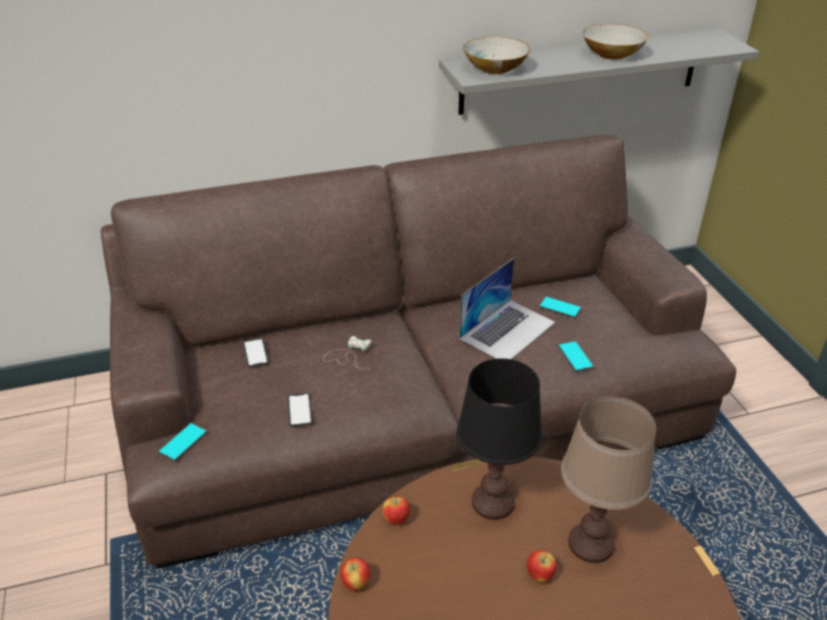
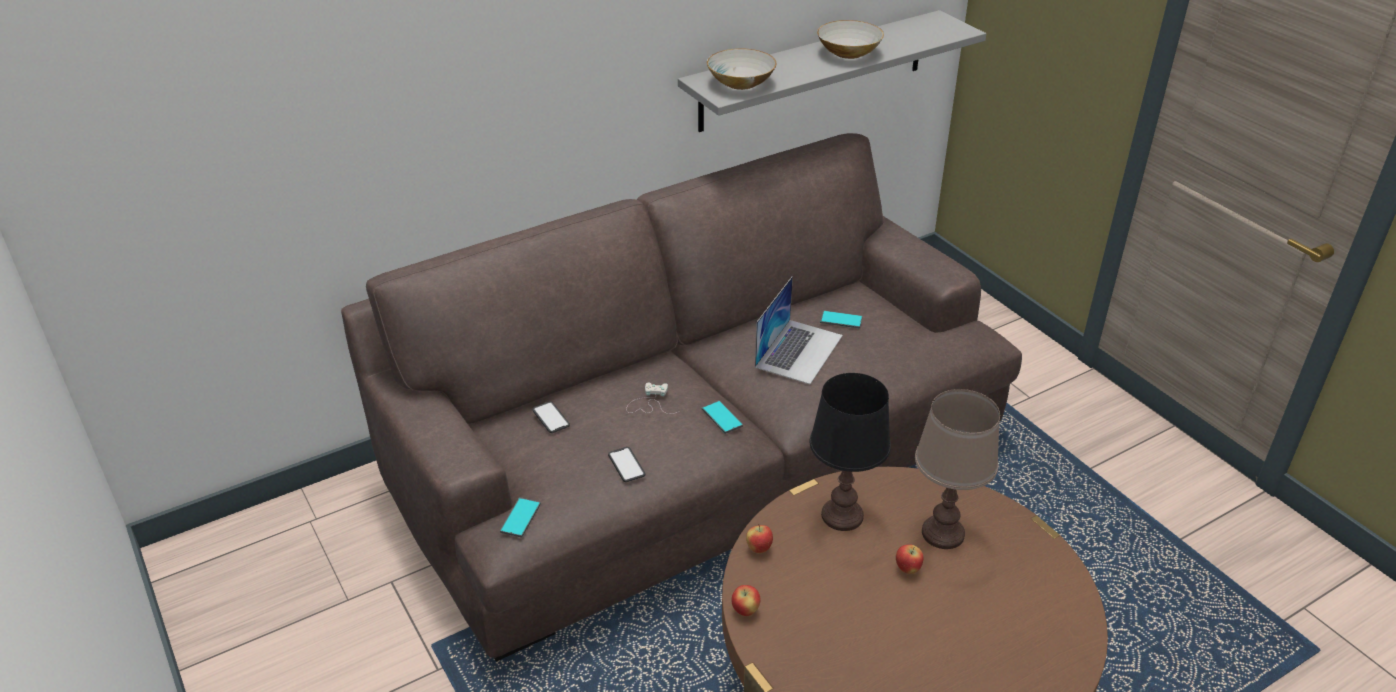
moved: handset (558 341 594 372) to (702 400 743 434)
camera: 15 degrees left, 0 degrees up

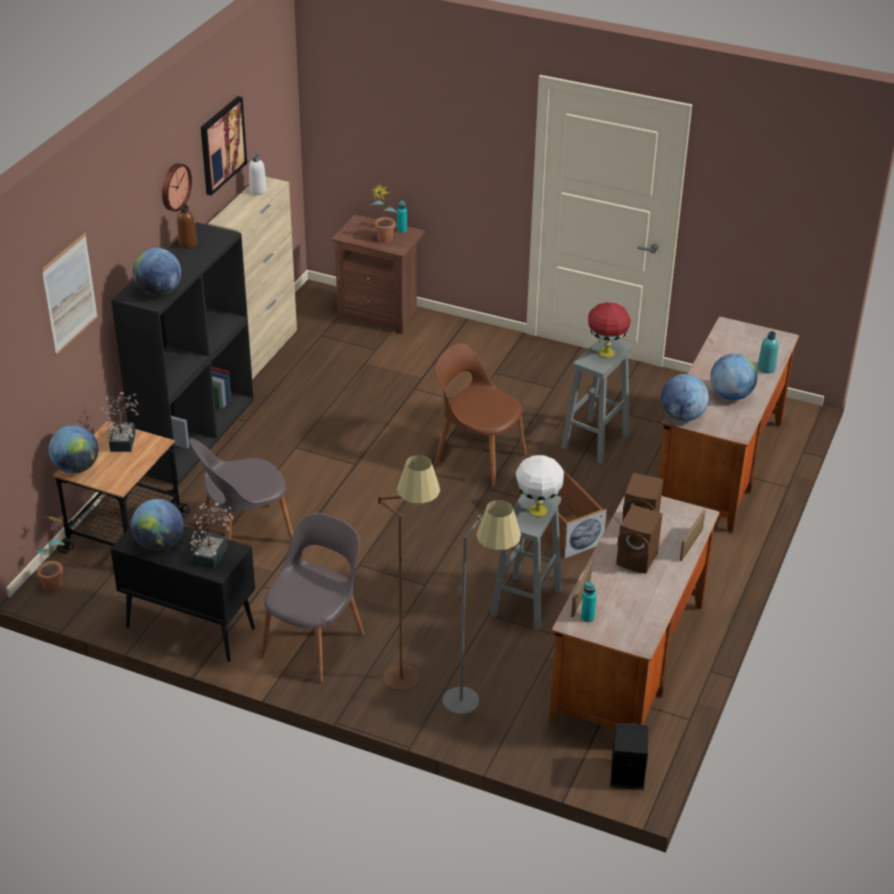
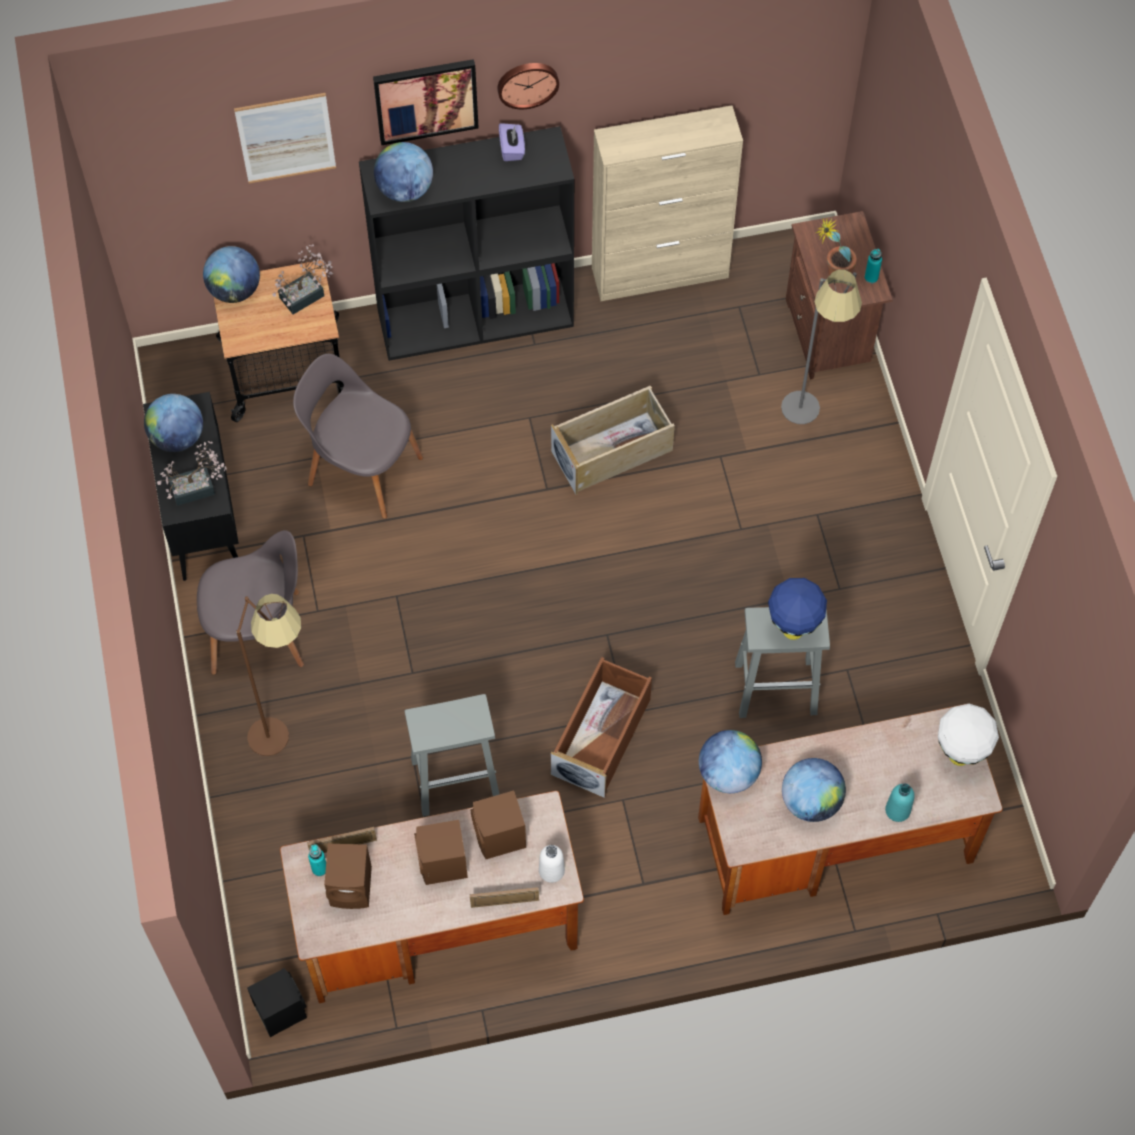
removed: houseplant (35 516 65 592); plain chair in brownish (435 343 527 487)
added: loudspeaker in brownish (324 844 372 909); storage bin in beige (551 385 675 495)
moved: wall picture (201 96 247 196) to (373 59 479 145); drink bottle in white-coloured (249 154 267 195) to (539 845 565 883); standard lamp in greyish (443 500 521 714) to (781 270 862 424); table lamp in white-coloured (515 455 564 517) to (938 704 999 766)
replaced: drink bottle in brownish (177 205 197 248) to box of tissues in purple-coloured (499 123 525 161)
recoloured: table lamp in reddish (588 302 631 358) to table lamp in bluish (768 578 827 640)
camera: 55 degrees right, 25 degrees up

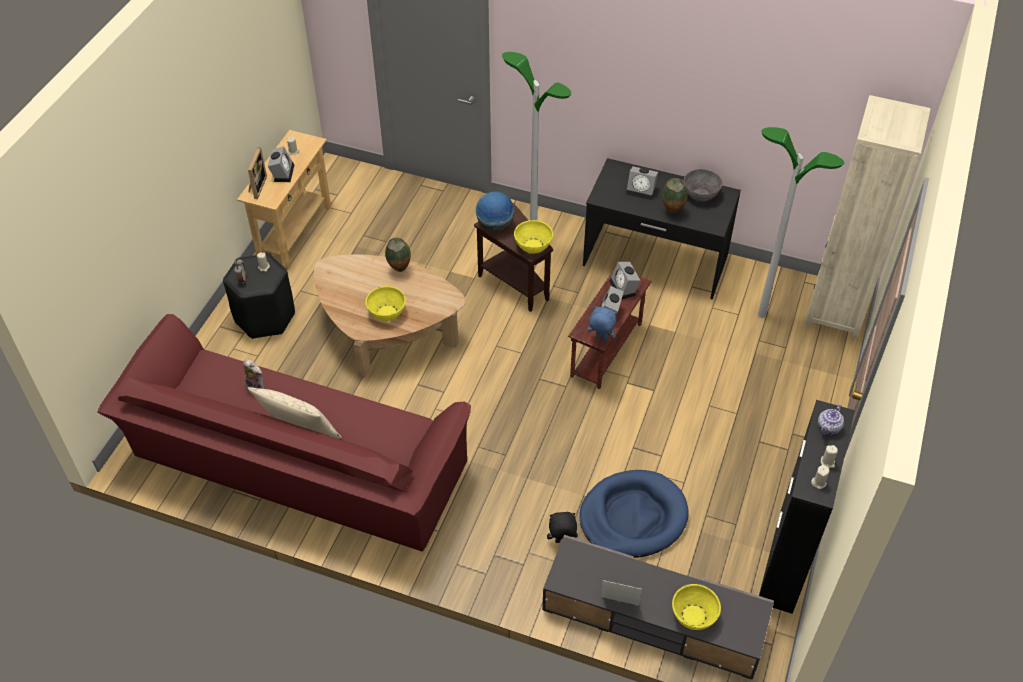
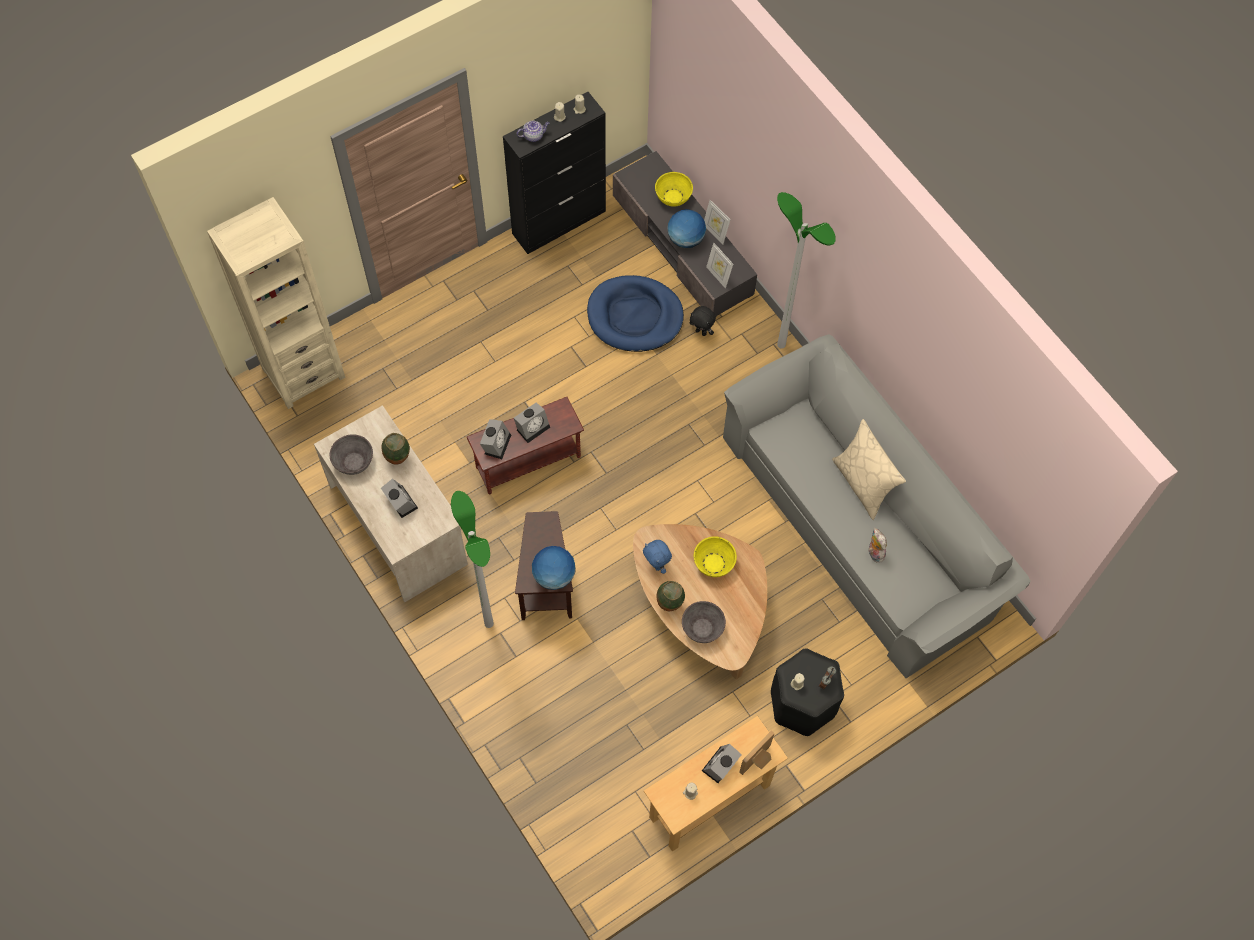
removed: bowl in yellow-coloured (514 220 553 254)
added: world globe (667 209 706 248); bowl in greyish (682 601 726 643); standing frame (706 243 733 289)
moved: plush toy in bluish (588 306 617 341) to (643 540 672 574); standard lamp (758 127 844 318) to (777 192 836 348)
recoloured: couch in reddish (97 314 471 552) to couch in greyish (723 334 1031 678); desk table in blackish (583 158 741 299) to desk table in beige (314 405 468 603)
camera: 145 degrees left, 15 degrees up

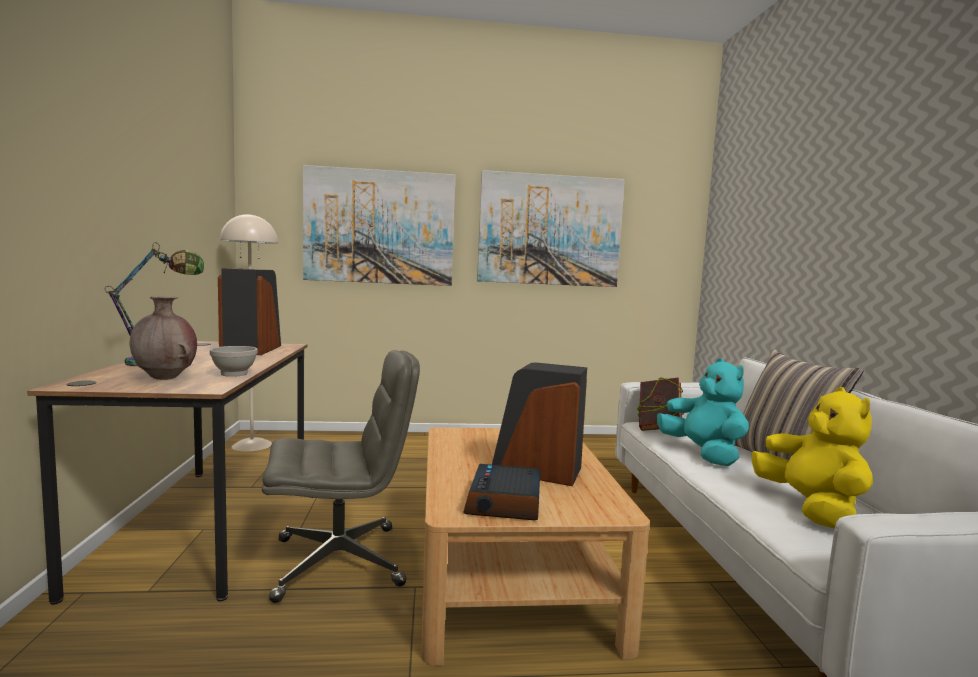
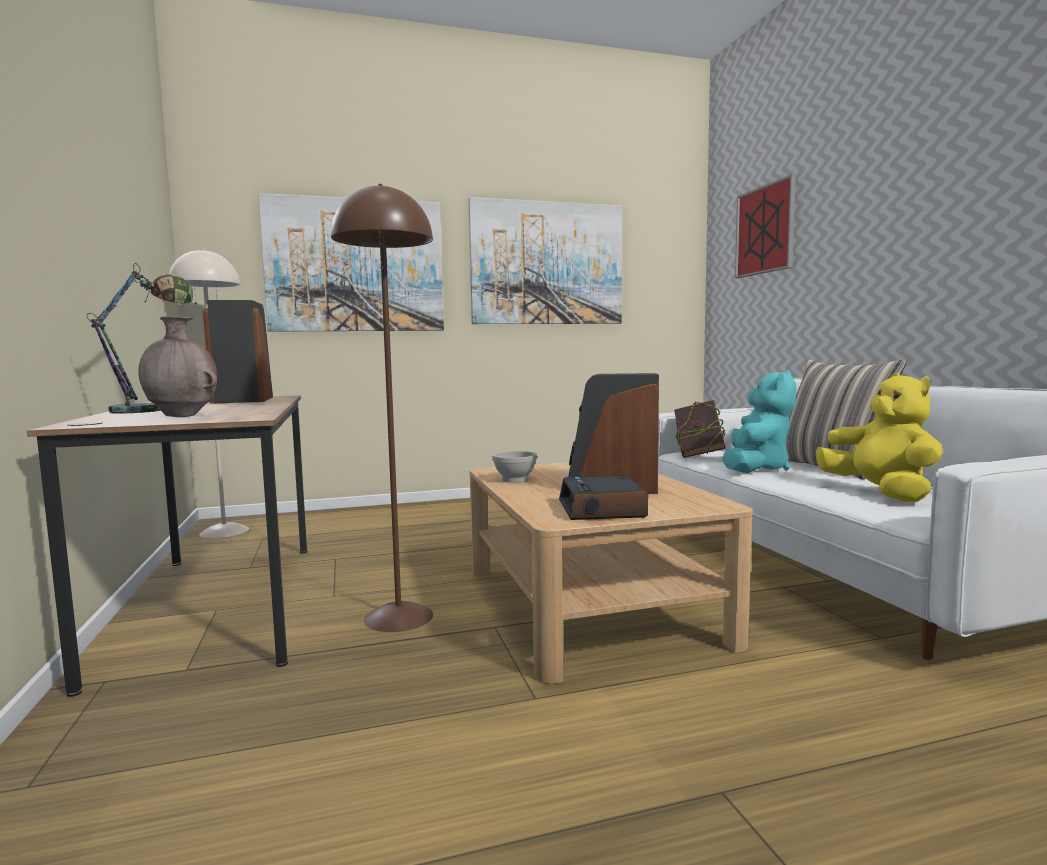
added: wall picture (735 174 796 278)
moved: bowl in white-coloured (210 346 258 377) to (492 451 537 483)
replaced: office chair in greyish (262 350 420 603) to standard lamp in brownish (331 184 433 632)
turned: plush toy in turquoise (657 358 749 466) = (722 370 796 473) 60 degrees clockwise
camera: 10 degrees left, 0 degrees up

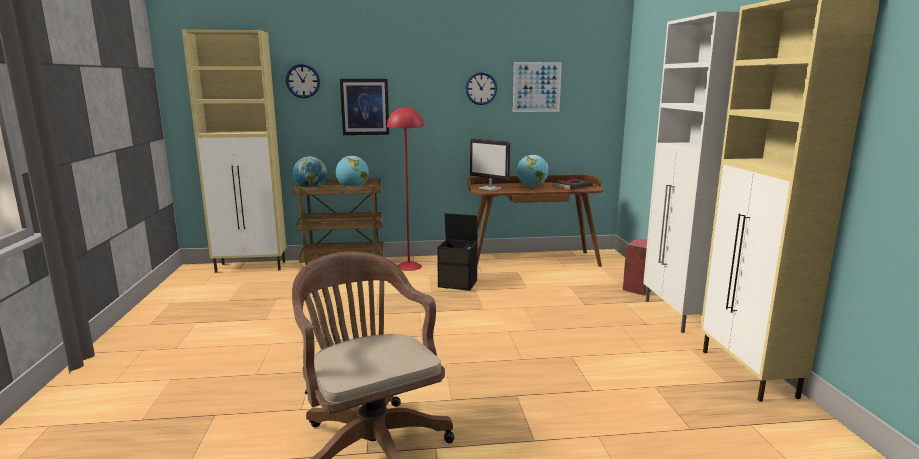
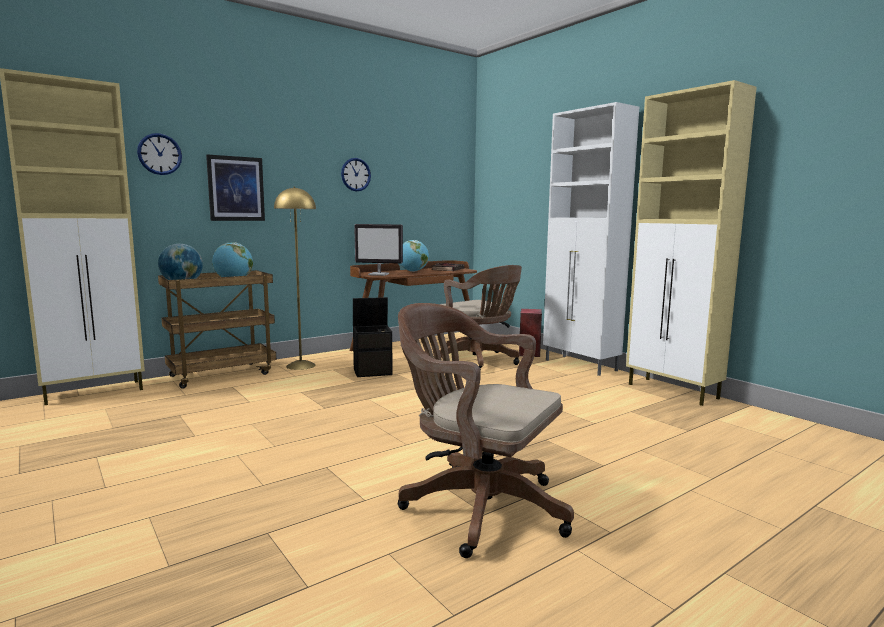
removed: wall picture (513 62 562 112)
added: office chair in brownish (440 265 522 371)
recoloured: standard lamp in reddish (387 106 424 271) to standard lamp in yellow-coloured (274 187 316 370)
camera: 30 degrees left, 5 degrees down

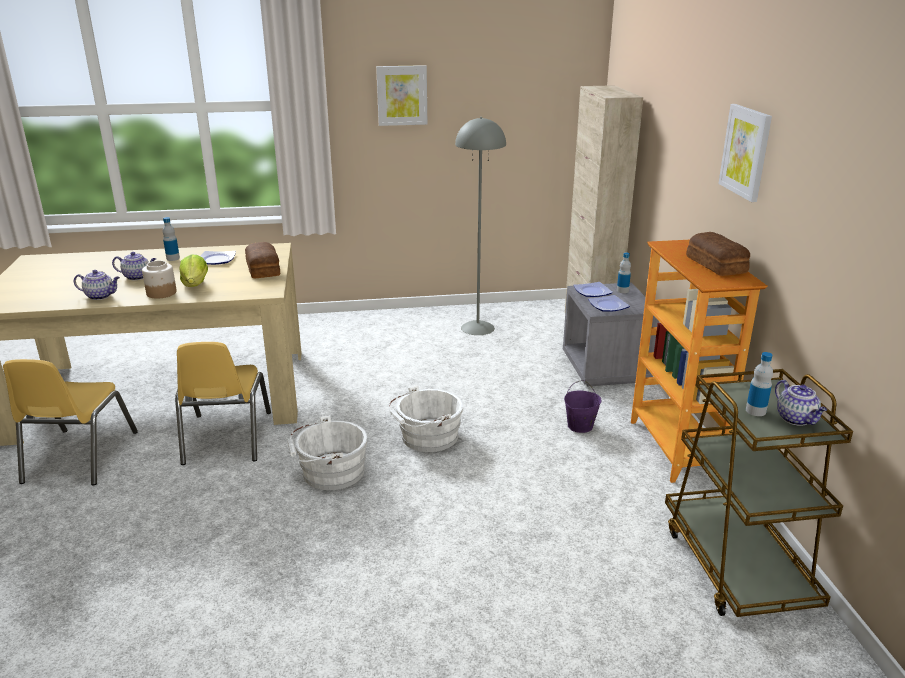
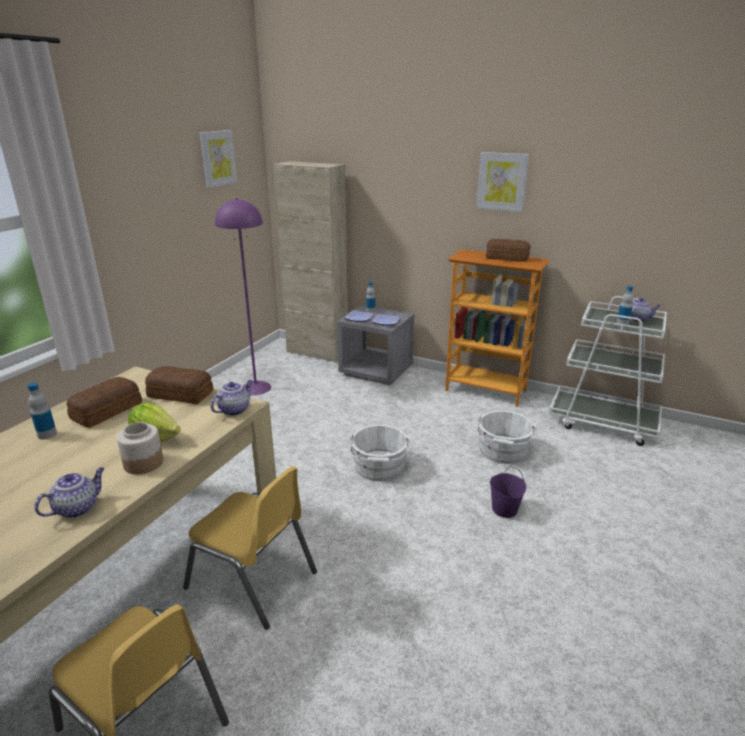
moved: tea pot (112 252 156 280) to (210 380 252 416); bucket in white-coloured (287 415 367 490) to (477 410 536 464); wall picture (376 65 427 126) to (199 130 237 188); bucket in purple-coloured (564 380 602 433) to (490 466 526 518)
replaced: flat dish (201 251 236 265) to bakery bread (67 377 142 428)
recoloured: standard lamp in greyish (455 117 506 335) to standard lamp in purple-coloured (215 198 271 395); wheeled cart in brownish (665 369 853 617) to wheeled cart in white-coloured (549 296 667 446)
camera: 55 degrees left, 0 degrees up

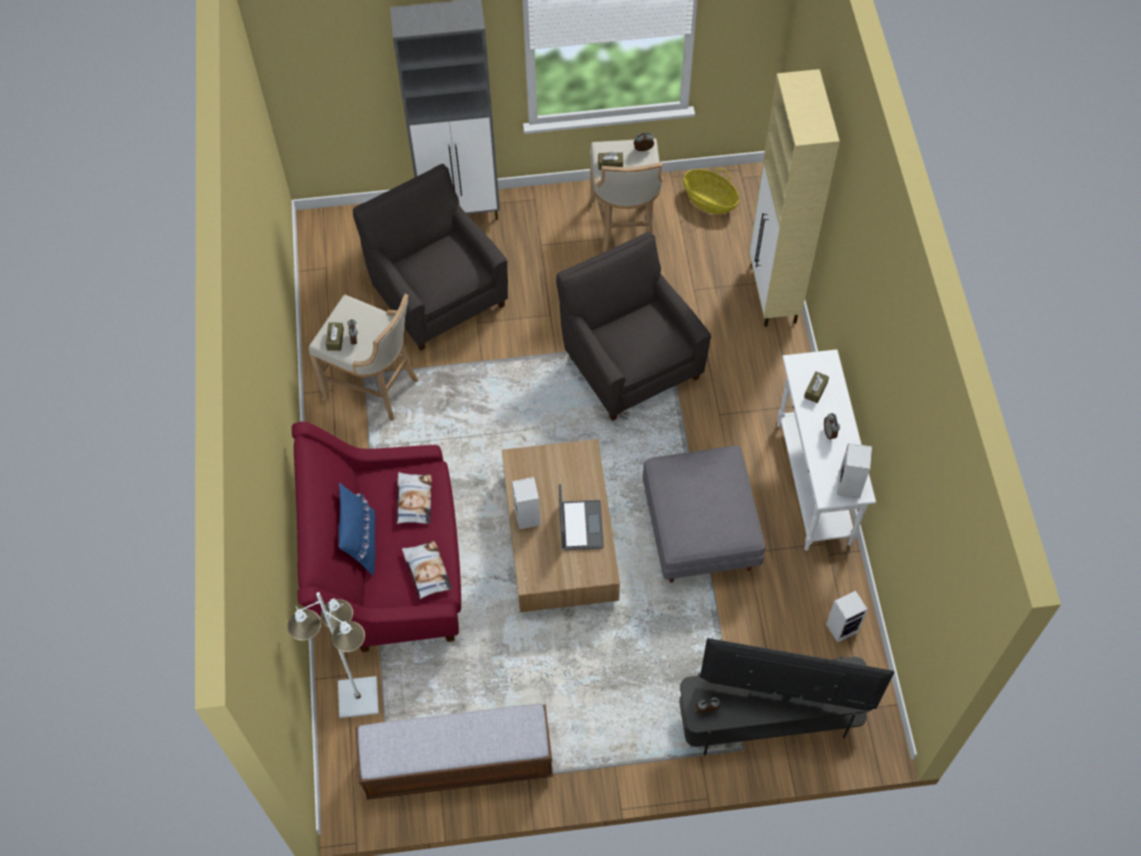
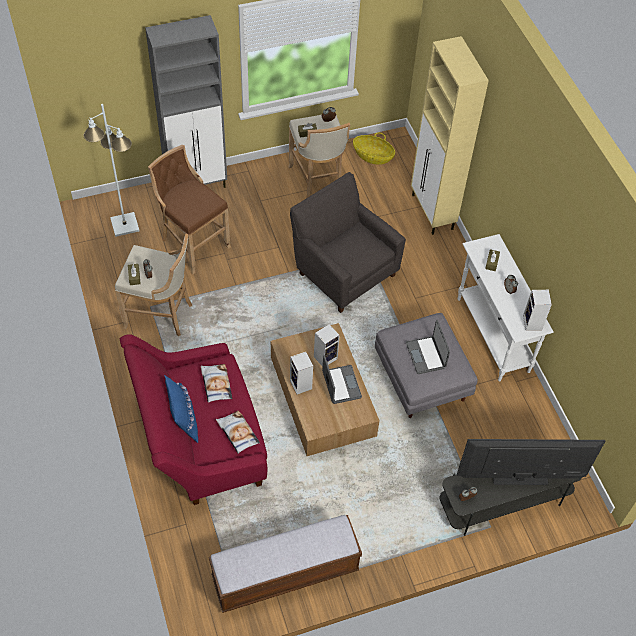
added: portable computer (406 320 450 374)
moved: standard lamp in white-coloured (287 592 379 718) to (84 104 139 237); loudspeaker (826 591 868 643) to (314 324 340 367)
replaced: lounge chair in greyish (353 164 508 351) to stool seat in brownish (148 144 231 274)
camera: 15 degrees left, 5 degrees down

